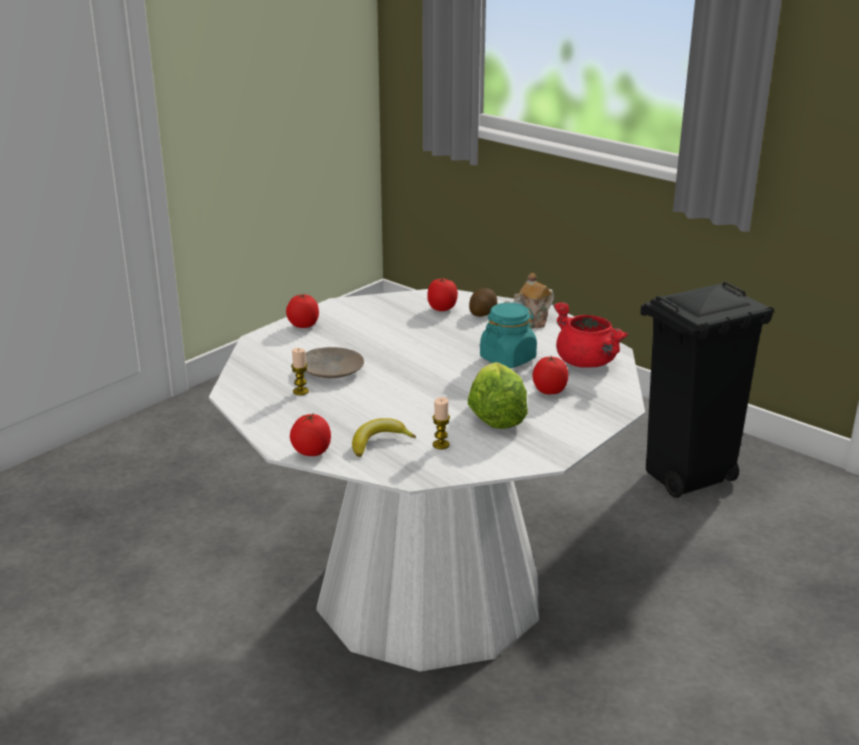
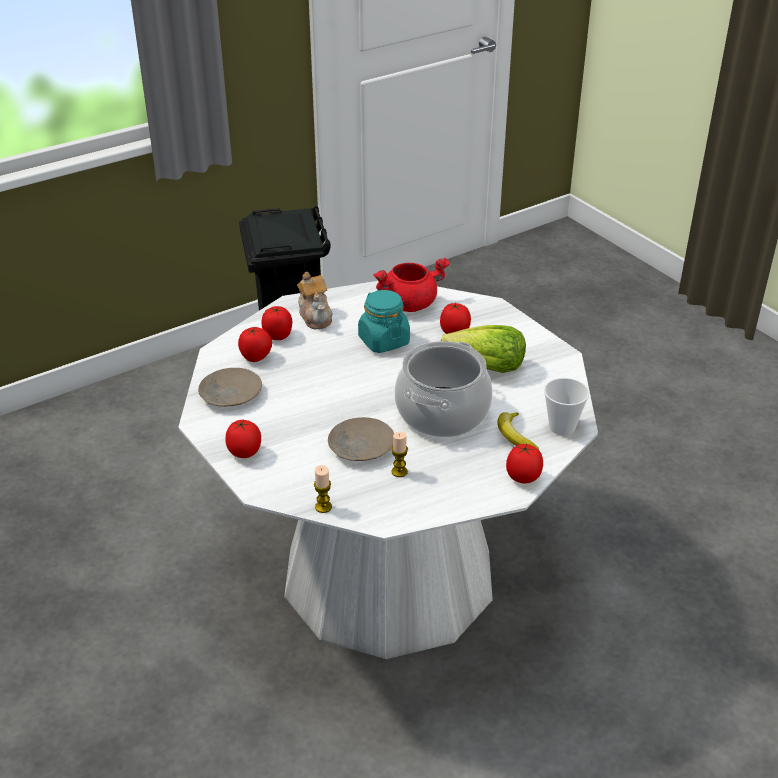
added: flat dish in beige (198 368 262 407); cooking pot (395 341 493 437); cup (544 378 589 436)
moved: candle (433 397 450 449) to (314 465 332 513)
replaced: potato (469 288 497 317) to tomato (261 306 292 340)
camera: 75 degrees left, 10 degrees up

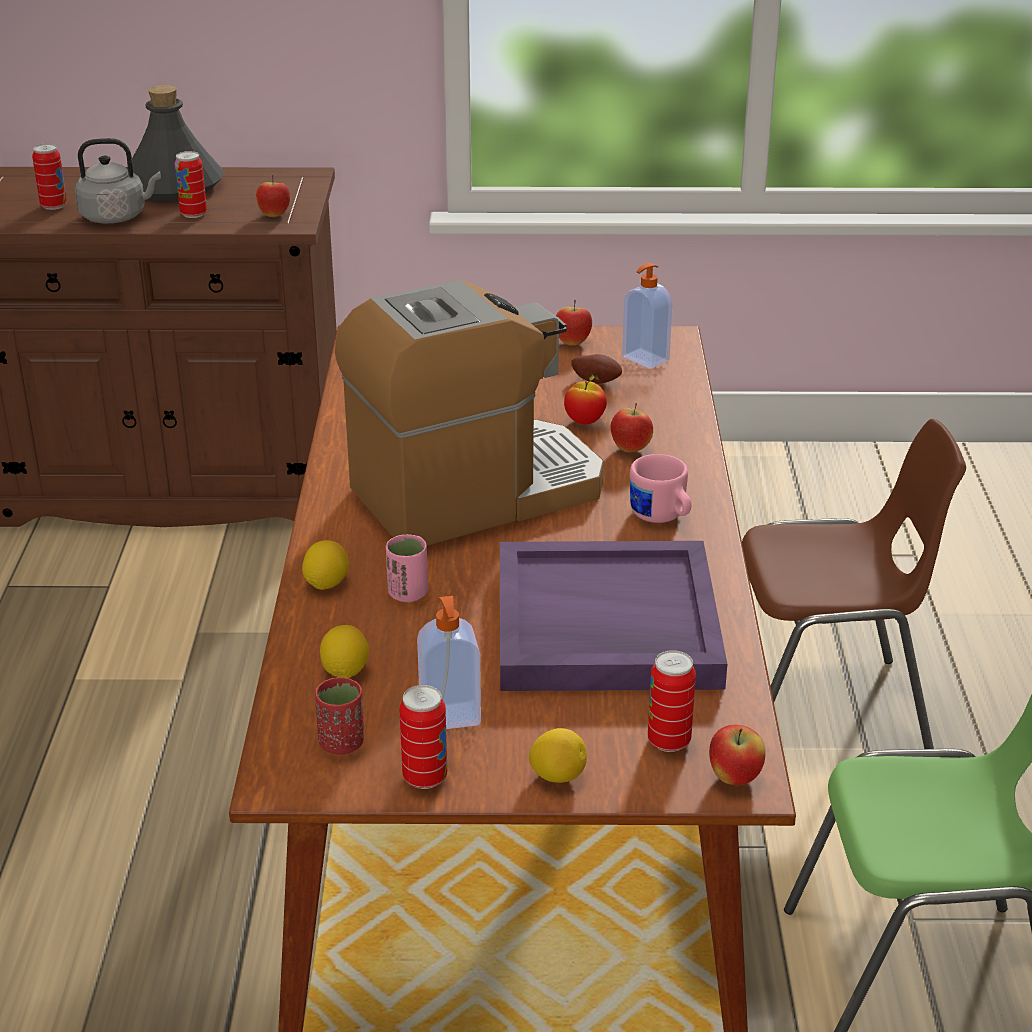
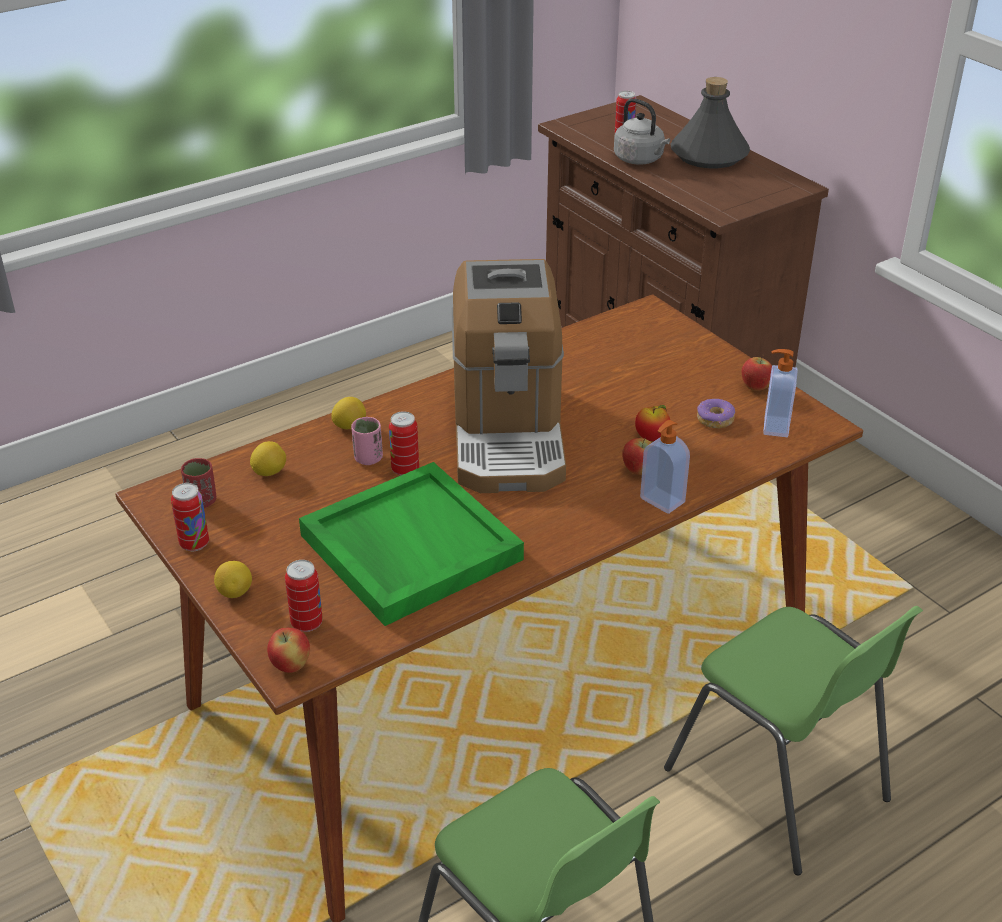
removed: apple fruit (256 175 290 217); mug in pink-coloured (630 454 691 523)
moved: sealed can (175 151 207 218) to (389 411 419 476); soap dispenser (417 596 481 729) to (640 420 690 514)
replaced: potato (572 354 622 384) to ring doughnut (697 399 735 429)
recoloured: serving tray in purple-coloured (500 541 727 691) to serving tray in green-coloured (299 462 524 626); plain chair in brownish (742 419 966 749) to plain chair in green-coloured (664 606 923 875)
turned: coffee machine (335 280 604 546) = (451 259 566 493) 60 degrees clockwise
camera: 55 degrees right, 5 degrees up

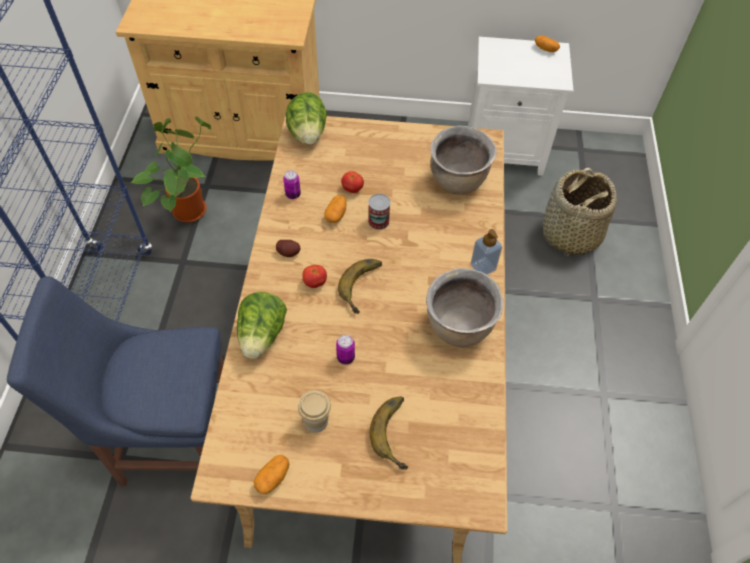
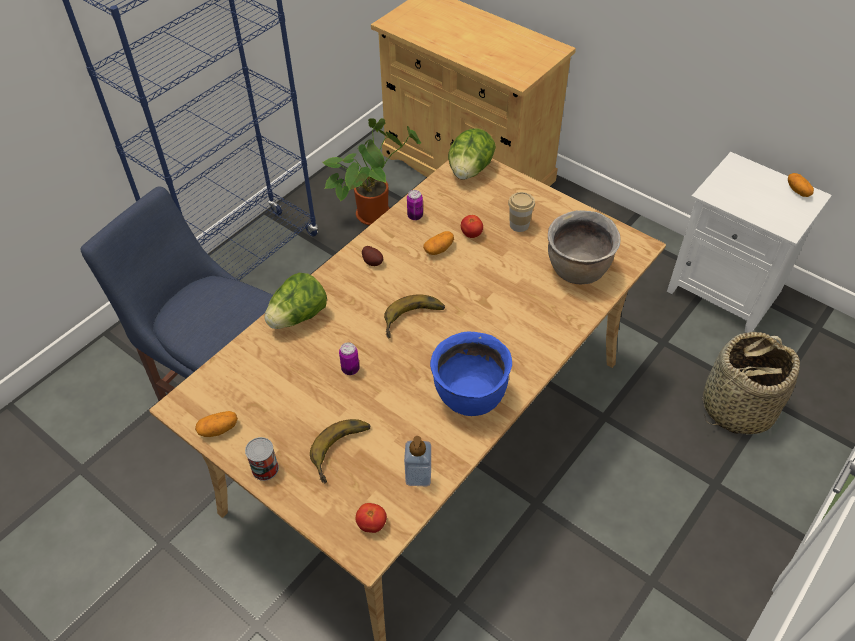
moved: cup (298 391 331 433) to (508 192 535 232); tomato (302 265 327 288) to (355 503 387 533); sealed can (368 194 391 230) to (245 437 279 481); soap dispenser (470 229 502 274) to (404 436 431 486)
recoloured: cooking pot in brownish (426 268 503 348) to cooking pot in bluish (430 332 512 416)
camera: 35 degrees right, 5 degrees down

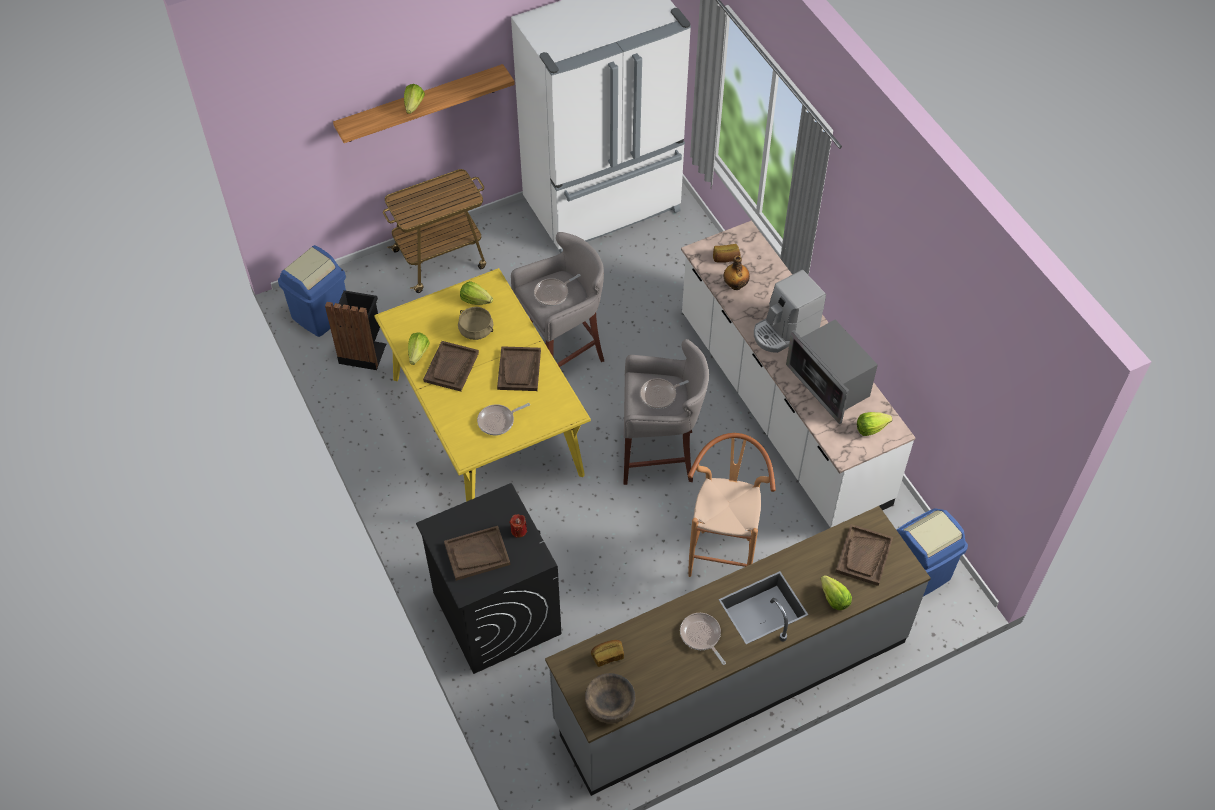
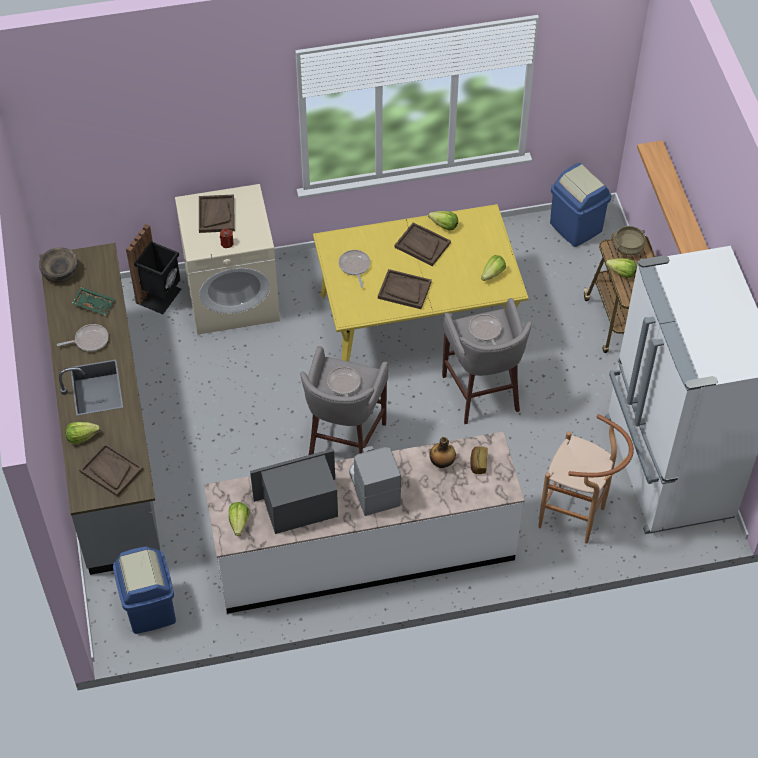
removed: bakery bread (591 640 624 667)
added: serving tray in green-coloured (72 287 115 316)
moved: rubbish bin in blackish (325 290 387 370) to (126 224 181 314); lettuce (404 84 425 114) to (605 258 637 278); cooking pot in beige (458 307 493 340) to (614 226 645 255); stool seat in brownish (688 433 776 577) to (538 414 634 544)
recoloured: laundry machine in blackish (416 483 561 674) to laundry machine in beige (175 184 280 335)
camera: 105 degrees right, 0 degrees up

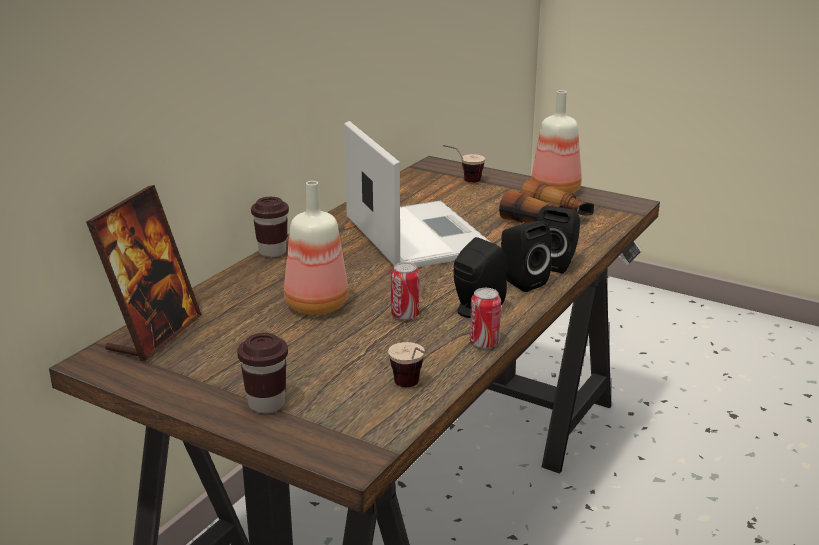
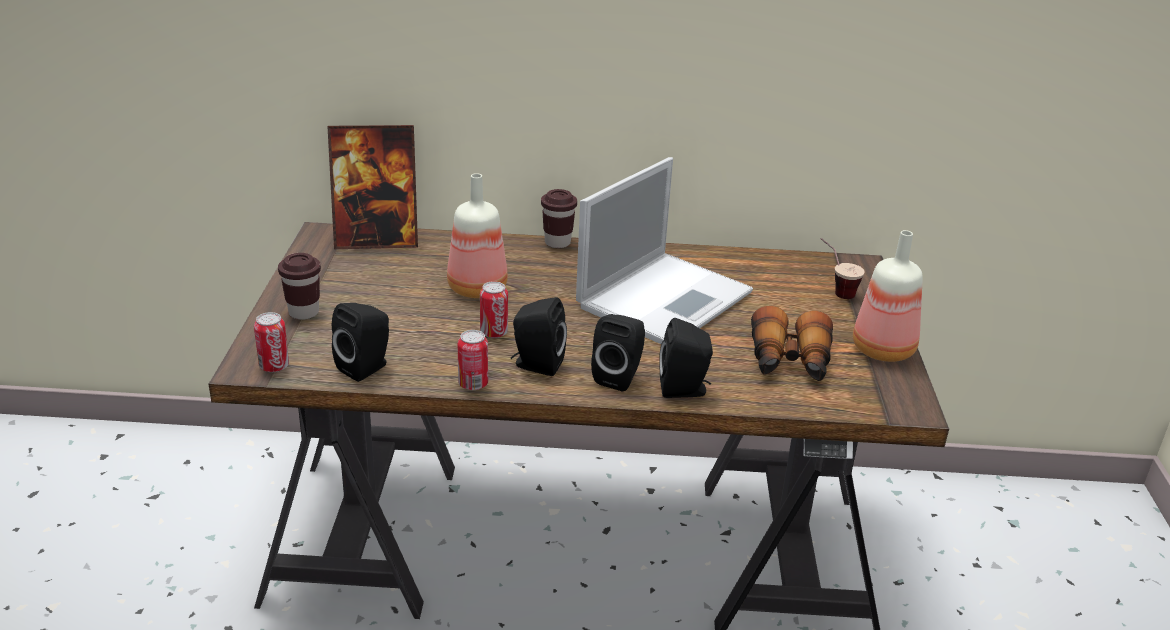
added: sealed can (254 312 289 372)
replaced: cup (388 342 425 387) to loudspeaker in blackish (332 303 389 382)
camera: 60 degrees right, 5 degrees up

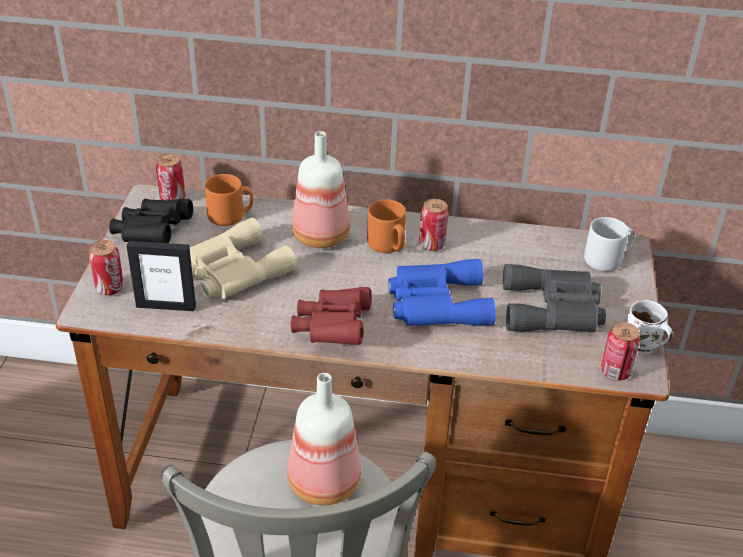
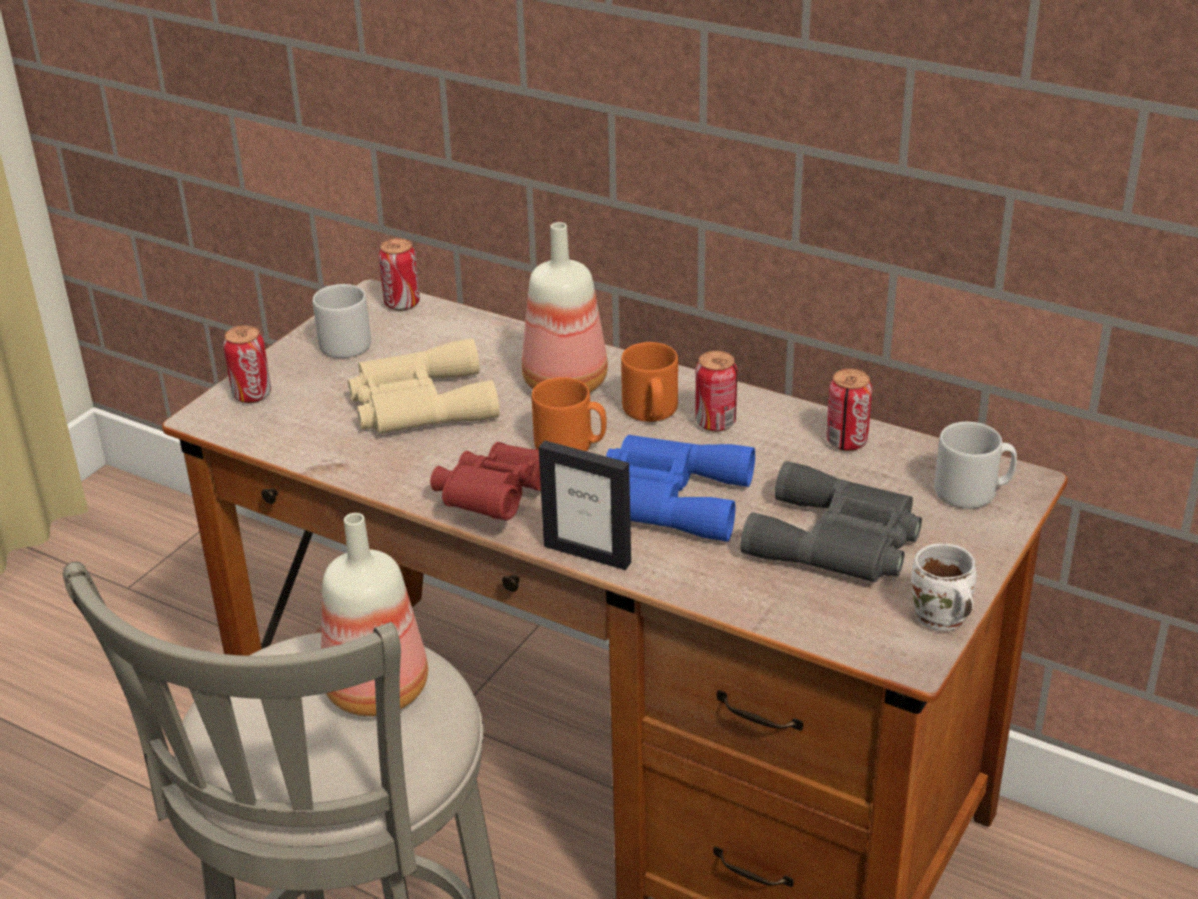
moved: standing frame (127 241 196 311) to (539 440 631 570); mug in orange (205 174 253 226) to (532 377 607 451); sealed can (601 322 640 380) to (826 369 872 451)
replaced: field glasses in blackish (109 198 193 243) to mug in greyish (313 284 371 358)
camera: 25 degrees right, 5 degrees down

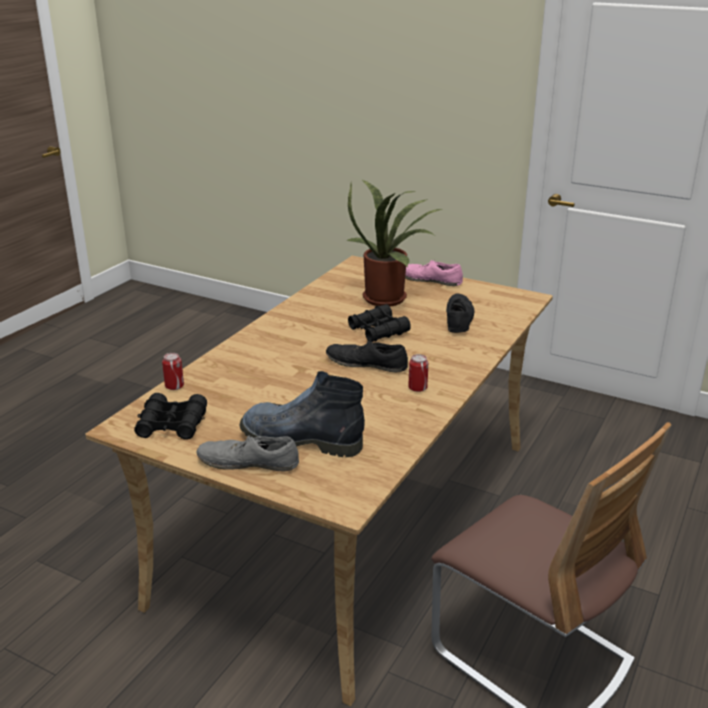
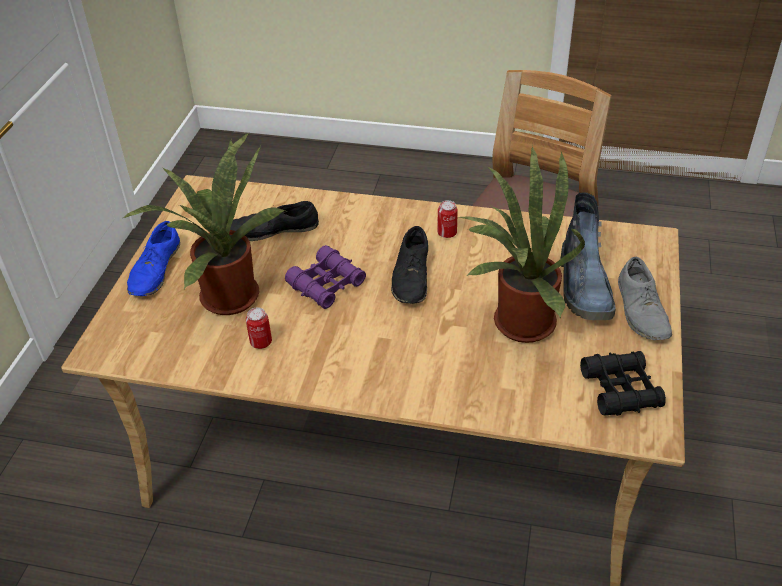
added: houseplant (460 146 585 343)
moved: sealed can (162 353 184 390) to (246 308 272 349)
recoloured: field glasses in blackish (348 304 411 342) to field glasses in purple-coloured (285 245 366 309); shoe in pink-coloured (405 259 463 286) to shoe in bluish (127 221 180 296)
camera: 105 degrees left, 15 degrees up

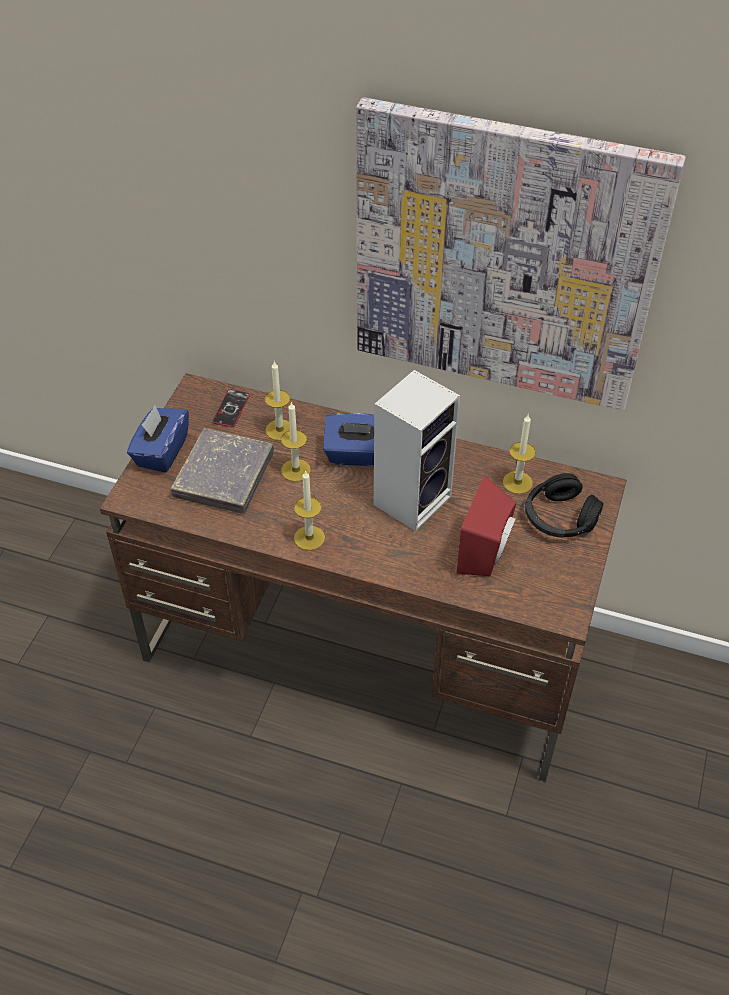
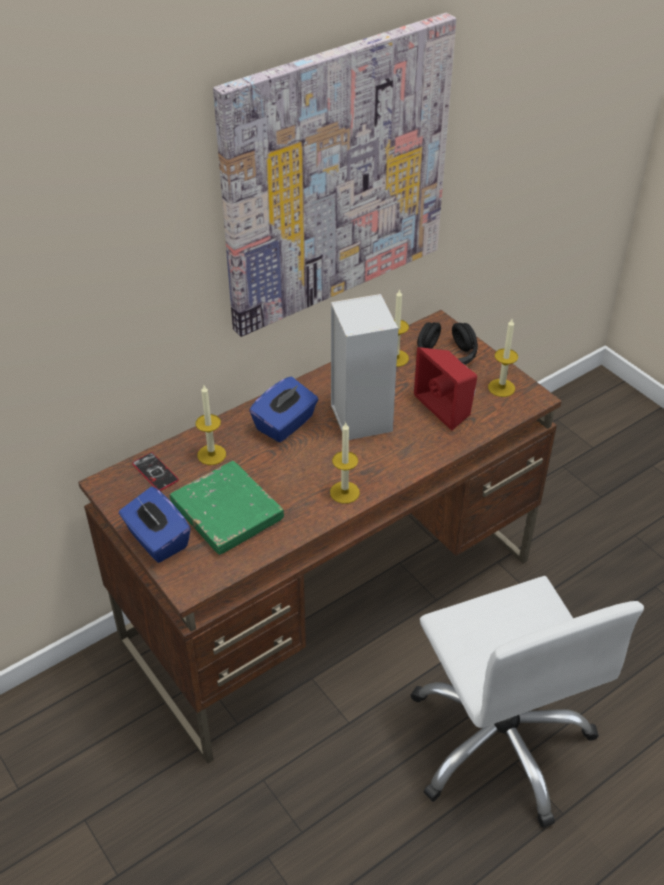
added: office chair in white-coloured (411 576 644 828)
moved: candle (281 401 311 482) to (488 319 518 397)
recoloured: book in greyish (171 428 274 513) to book in green-coloured (170 461 284 555)
camera: 55 degrees left, 5 degrees down

